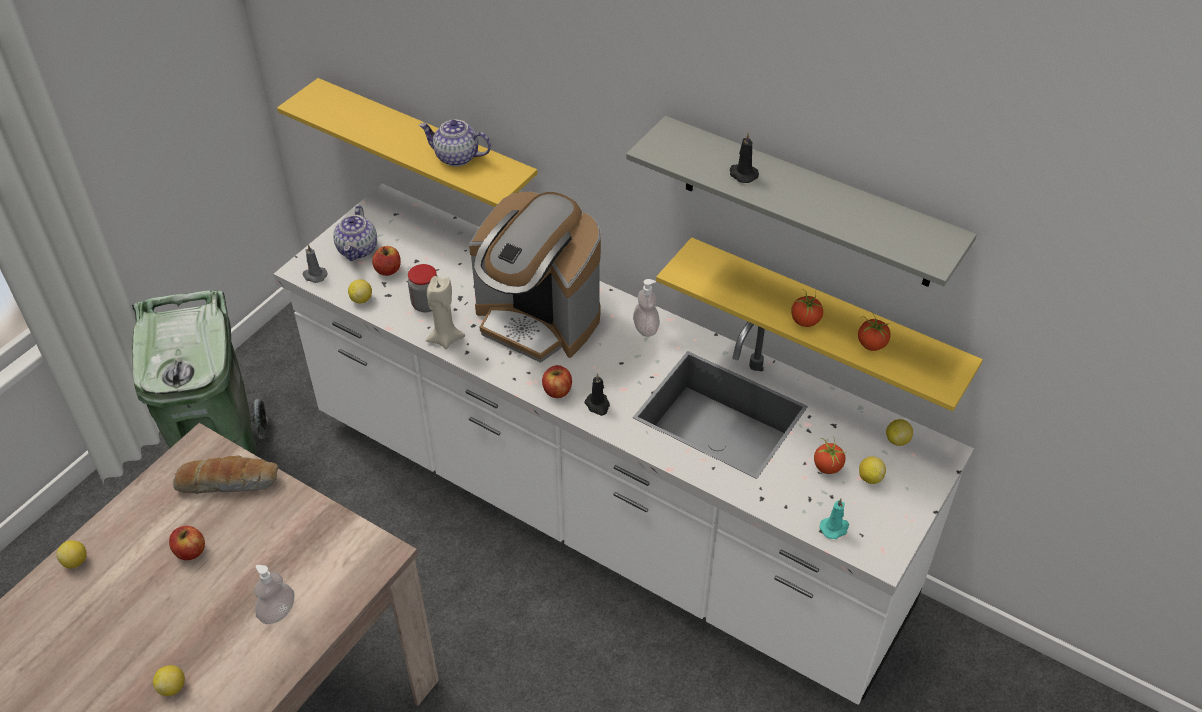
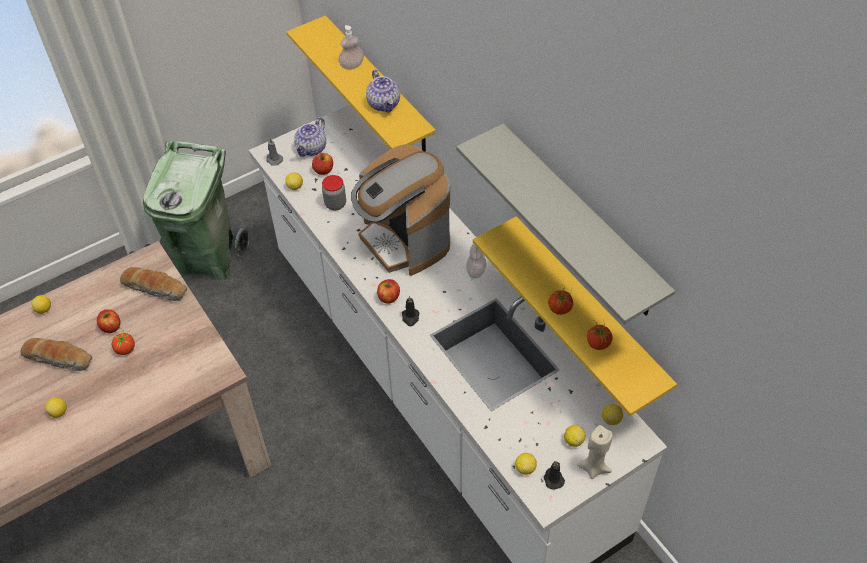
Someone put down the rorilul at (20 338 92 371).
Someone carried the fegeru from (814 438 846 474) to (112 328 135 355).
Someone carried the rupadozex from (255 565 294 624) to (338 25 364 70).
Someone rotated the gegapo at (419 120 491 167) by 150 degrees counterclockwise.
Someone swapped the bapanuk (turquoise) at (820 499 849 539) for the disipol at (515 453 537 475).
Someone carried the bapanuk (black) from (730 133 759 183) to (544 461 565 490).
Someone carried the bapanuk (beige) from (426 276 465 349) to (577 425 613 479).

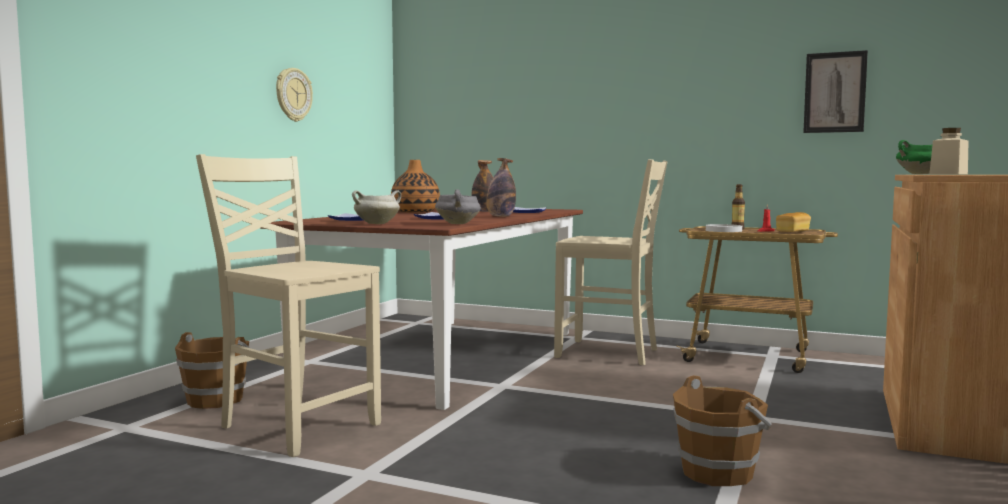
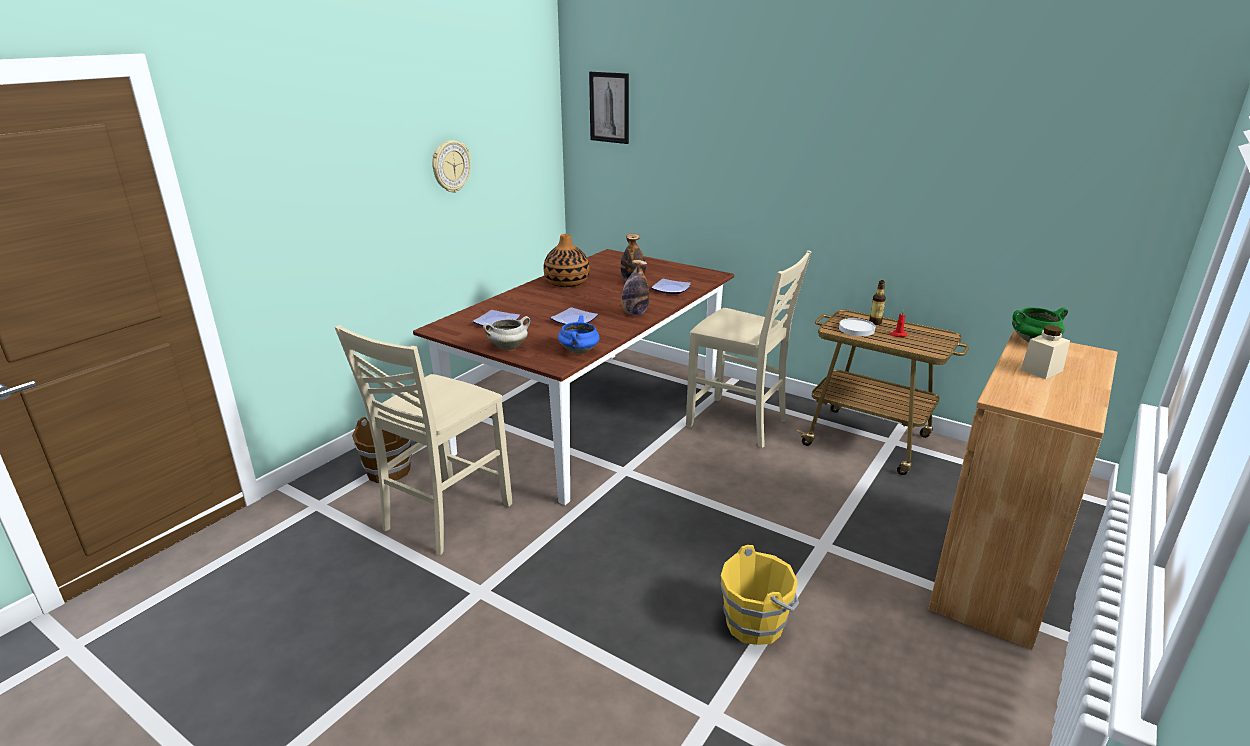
Someone rotated the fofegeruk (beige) at (196 154 381 457) by 105 degrees counterclockwise.
Someone repainted the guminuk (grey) at (435 190 481 224), which became the guminuk (blue) at (558 315 600 354).
Someone carried the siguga from (803 50 868 133) to (589 72 629 144).
Someone repainted the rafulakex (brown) at (673 375 772 486), which became the rafulakex (yellow) at (720 545 799 645).
Someone took away the rorilul at (776 212 811 232).

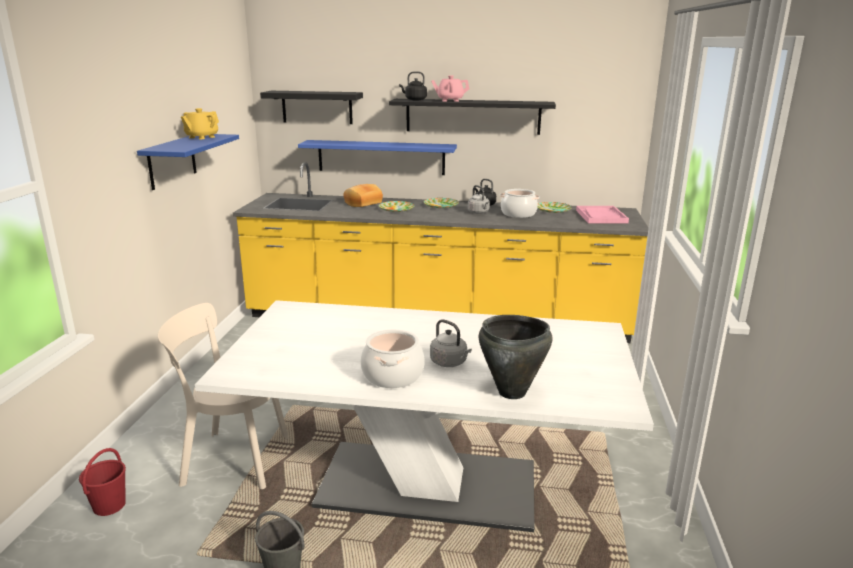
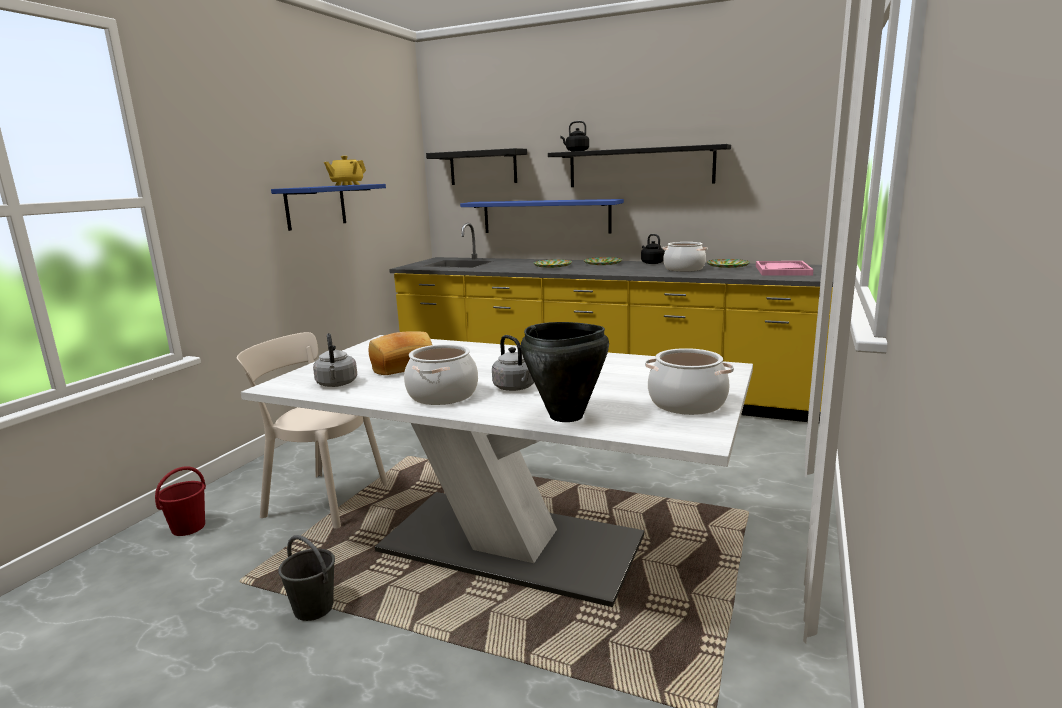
Someone carried the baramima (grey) from (468 185 490 214) to (313 333 357 387).
Someone carried the rorilul from (343 184 383 207) to (369 331 432 375).
Someone put down the guminuk at (645 348 734 415).
Someone took away the gegapo (pink) at (431 75 470 102).

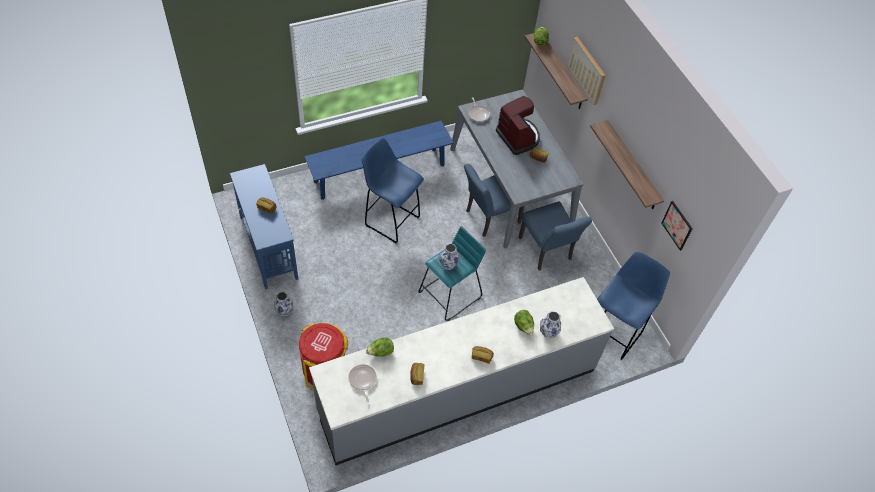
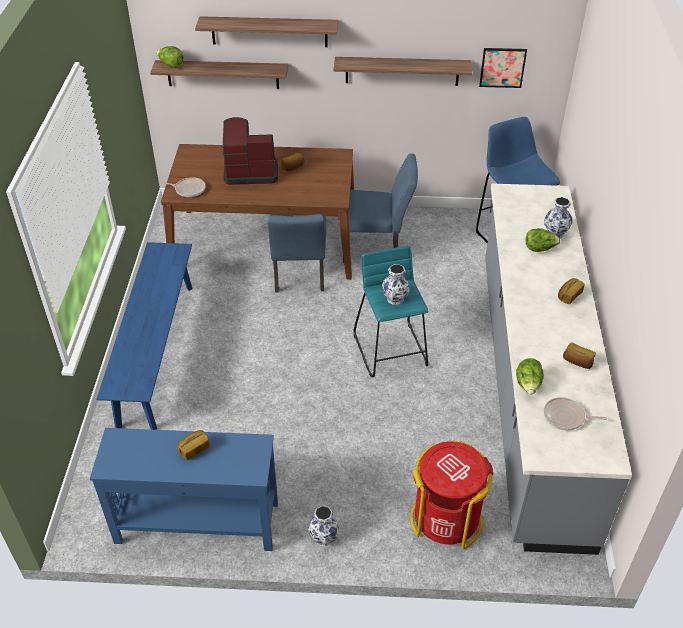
Someone repainted the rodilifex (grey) at (450 90 583 248), which became the rodilifex (brown) at (161 144 354 280).
Someone swapped the siguga at (567 37 606 105) for the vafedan at (195 16 338 47).
Someone took away the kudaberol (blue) at (362 138 424 243).

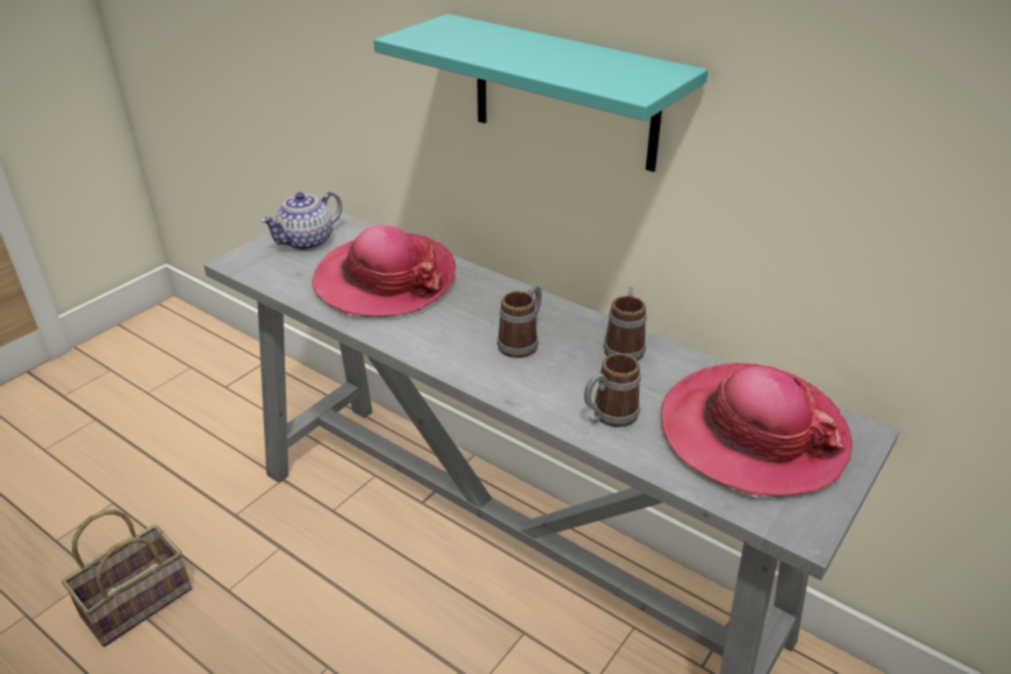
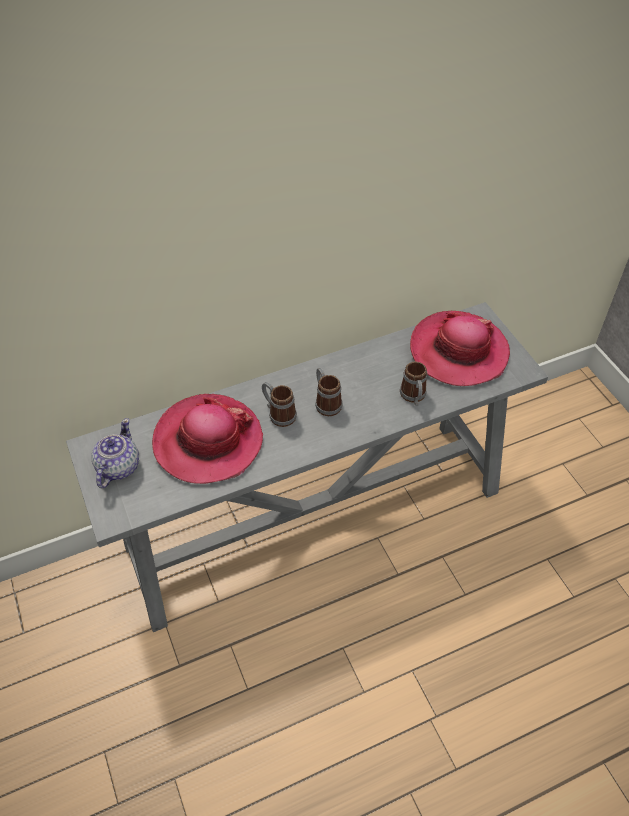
Someone rotated the gegapo at (260 191 342 251) by 150 degrees counterclockwise.
Someone carried the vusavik from (603 287 647 361) to (262 382 297 427).
Someone took away the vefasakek at (62 509 192 647).
Someone took away the vafedan (turquoise) at (374 14 708 172).

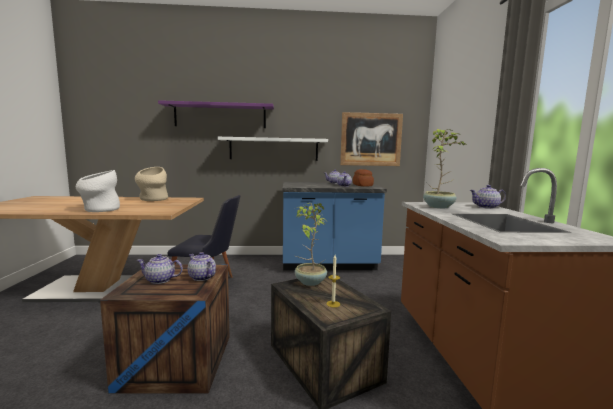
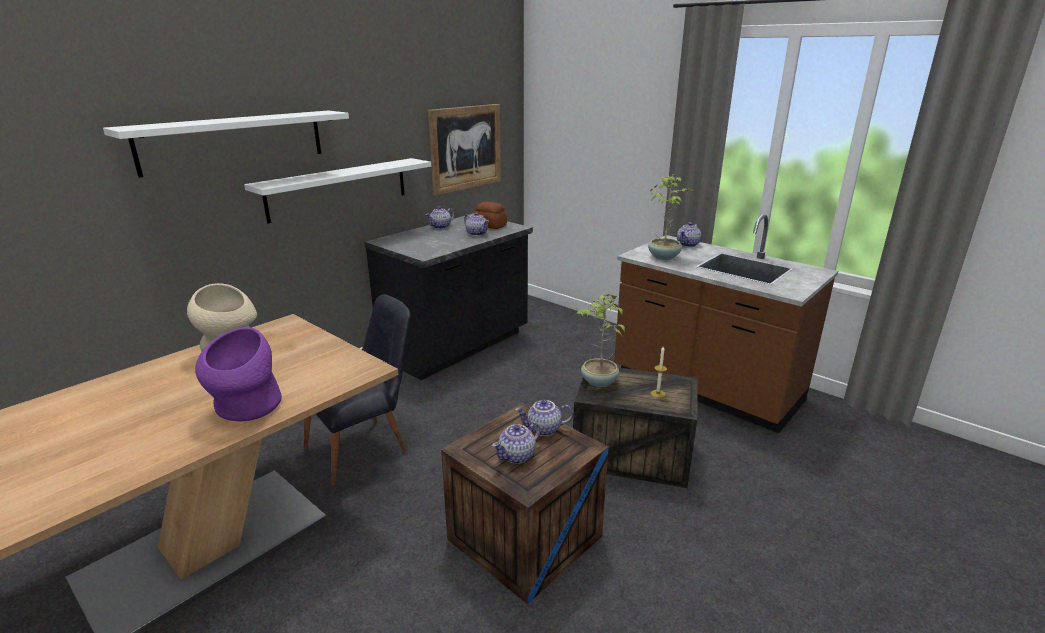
Someone repainted the vafedan (purple) at (158 100 274 128), which became the vafedan (white) at (103 110 349 178).
Someone repainted the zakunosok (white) at (76 170 120 212), which became the zakunosok (purple) at (195 327 282 421).
Someone repainted the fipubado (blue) at (283 182 387 271), which became the fipubado (black) at (364 213 533 380).

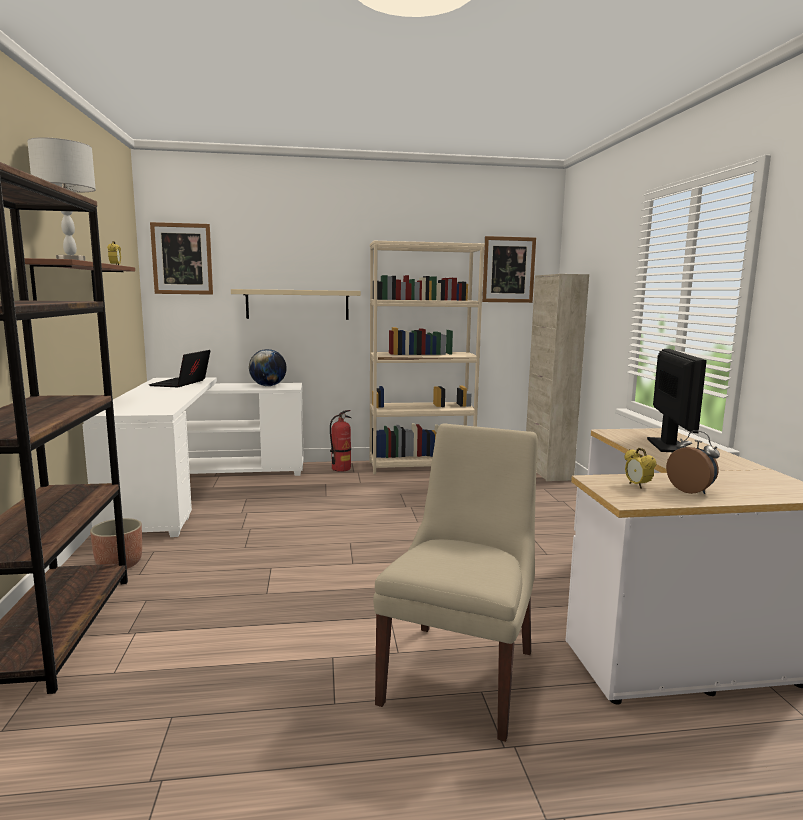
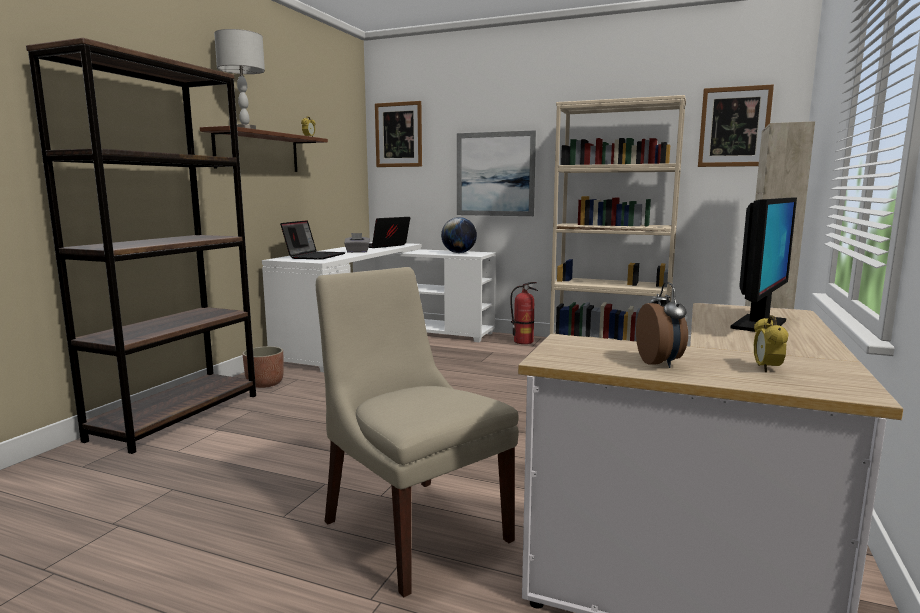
Someone put down the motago at (280 220 345 260).
Someone rotated the fofegeruk (beige) at (373 423 538 742) by 90 degrees counterclockwise.
Someone put down the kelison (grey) at (344 233 370 253).
Someone swapped the vafedan (beige) at (231 289 361 320) for the siguga at (457 130 536 216).
Someone carried the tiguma from (625 448 657 489) to (754 315 788 372).

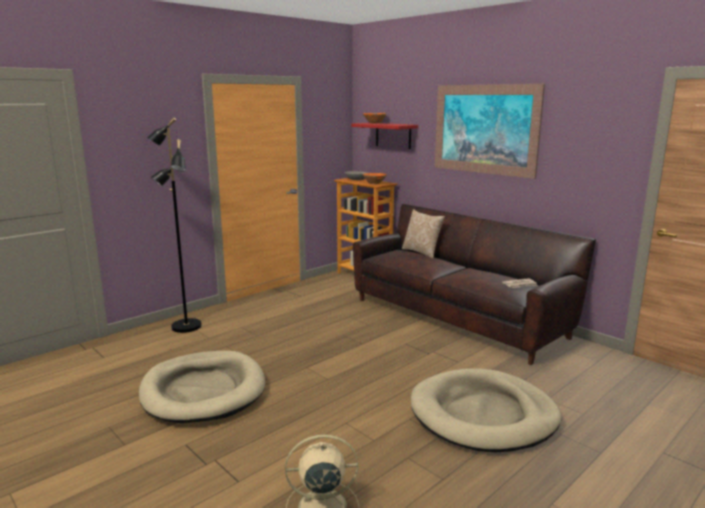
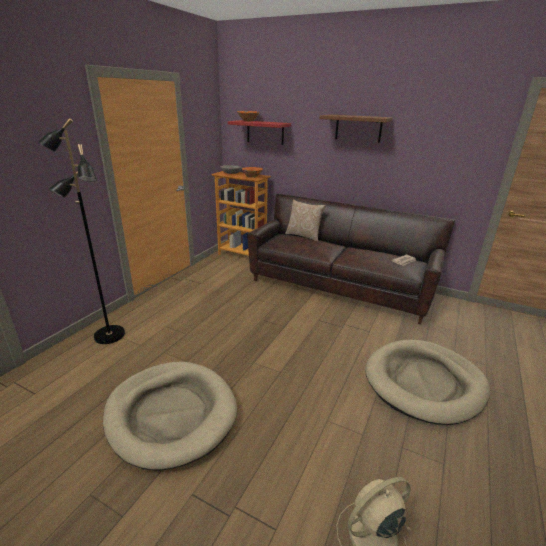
Someone swapped the siguga at (435 84 545 179) for the vafedan (brown) at (320 114 393 143).

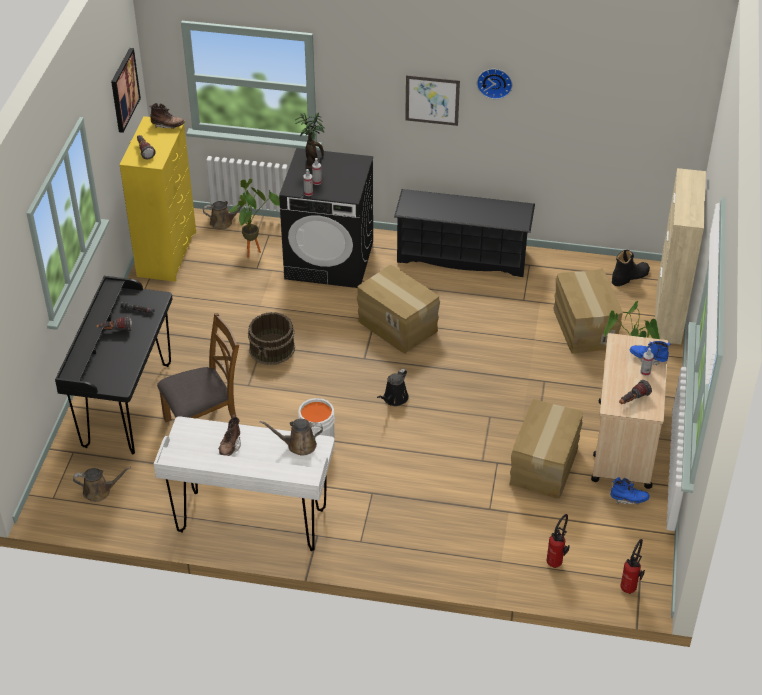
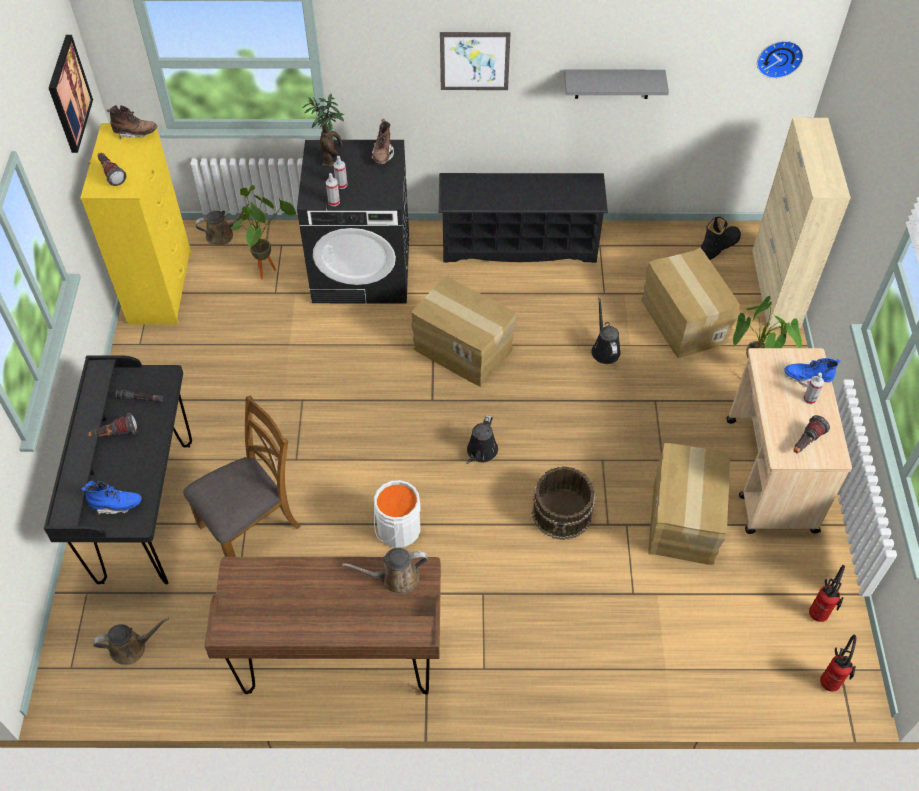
Someone carried the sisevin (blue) from (610 477 650 505) to (81 481 141 515).
Someone repainted the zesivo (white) at (154 416 335 551), which became the zesivo (brown) at (204 557 441 695).
Someone carried the sisevin (brown) from (218 414 241 456) to (371 119 394 164).
Someone carried the rafulakex (brown) from (248 312 295 365) to (532 466 595 540).
Someone put up the vafedan (grey) at (564 70 669 99).
Someone put down the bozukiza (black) at (591 297 621 364).
Someone carried the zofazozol from (477 69 512 99) to (757 41 803 78).
Someone carried the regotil from (546 514 570 568) to (809 565 845 622).

